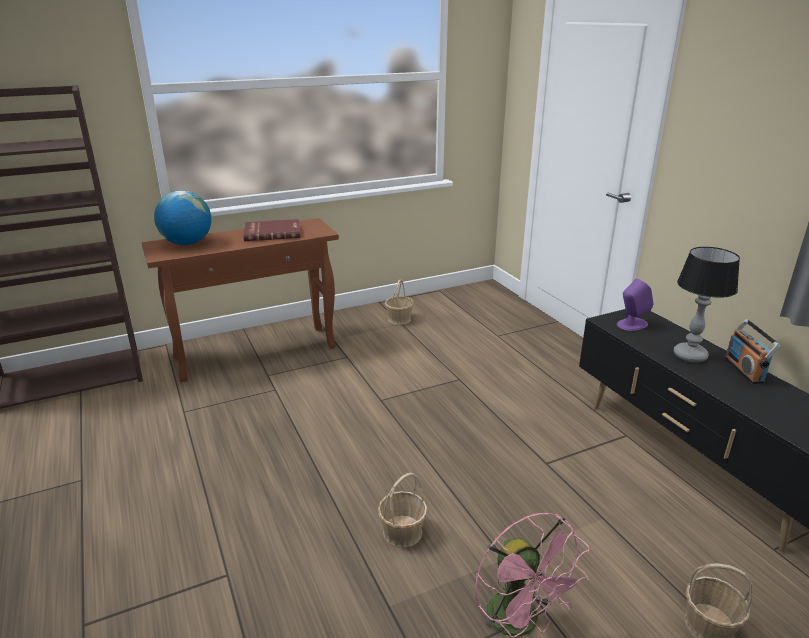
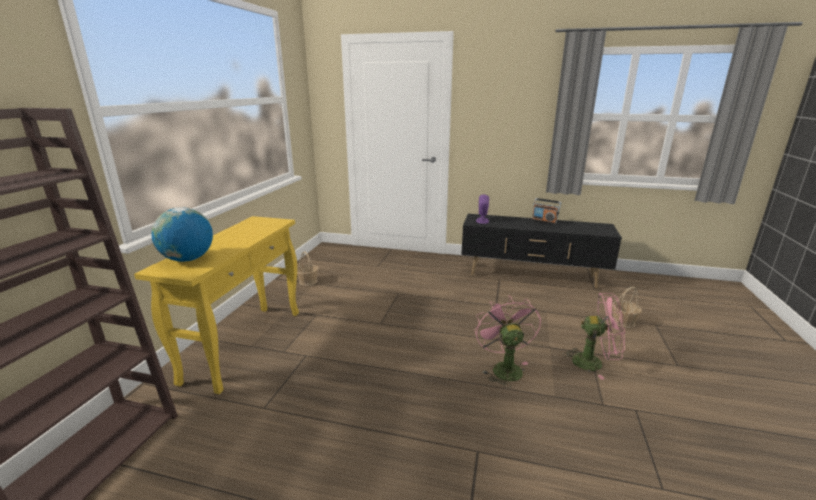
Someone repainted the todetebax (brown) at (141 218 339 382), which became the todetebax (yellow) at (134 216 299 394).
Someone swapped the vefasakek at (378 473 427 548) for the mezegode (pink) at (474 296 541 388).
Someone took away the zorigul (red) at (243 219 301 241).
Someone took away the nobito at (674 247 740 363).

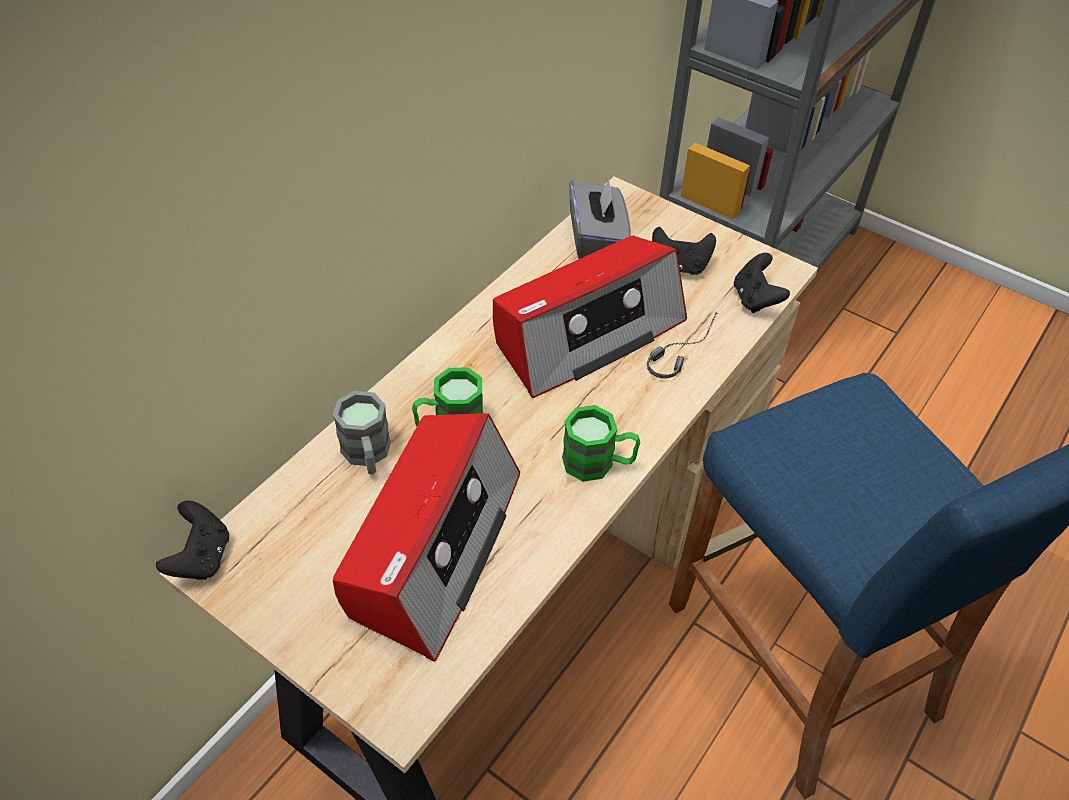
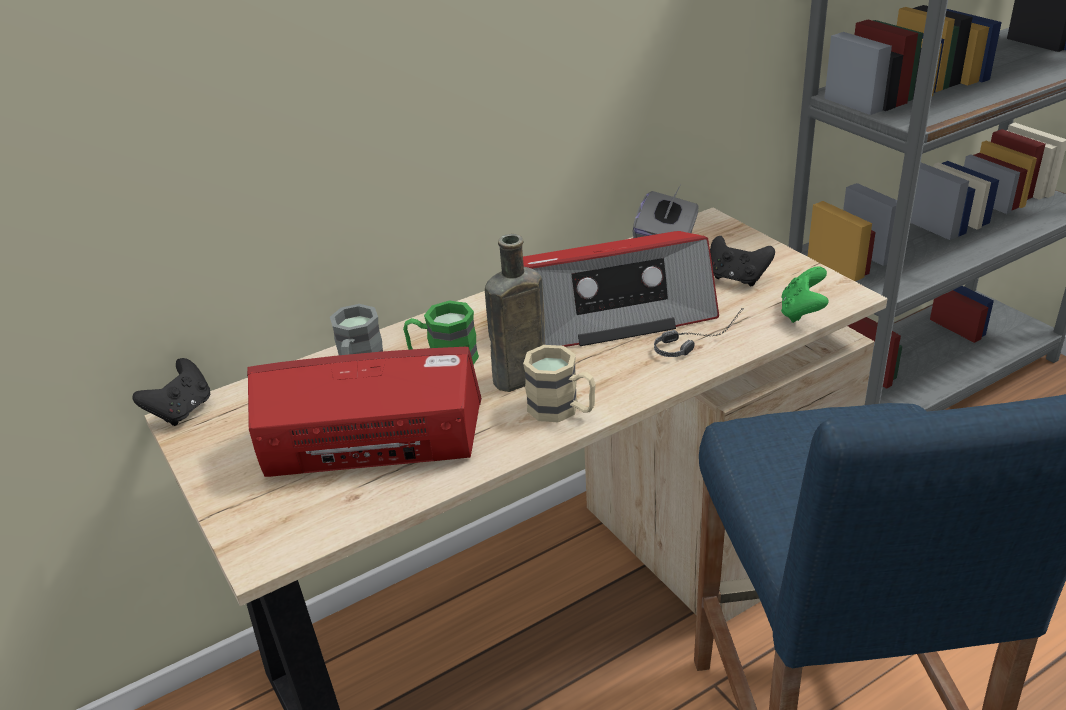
Someone rotated the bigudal at (333 413 520 662) by 135 degrees counterclockwise.
Someone put down the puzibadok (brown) at (485 234 545 392).
Someone repainted the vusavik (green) at (562 405 640 482), which became the vusavik (beige) at (523 345 596 422).
Someone repainted the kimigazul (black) at (734 253 790 313), which became the kimigazul (green) at (781 266 829 323).

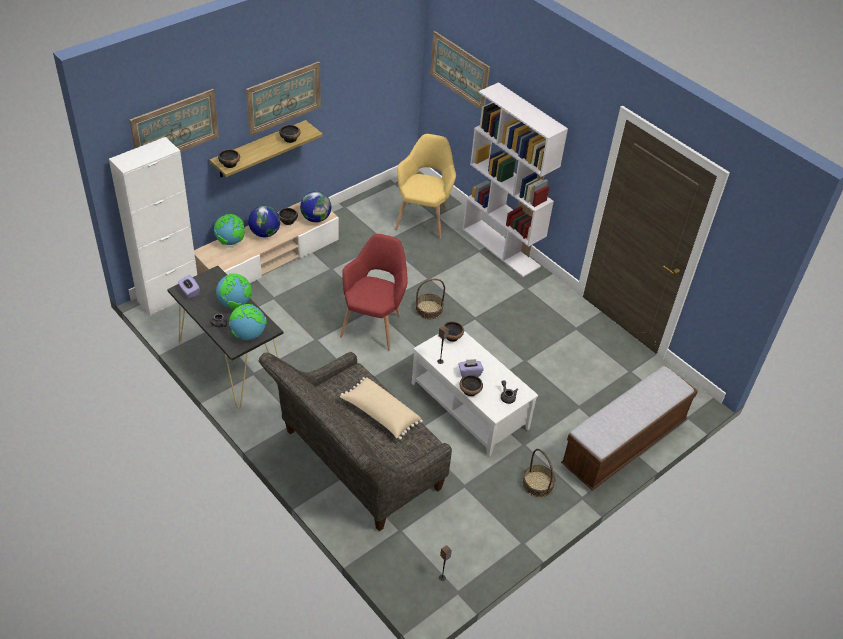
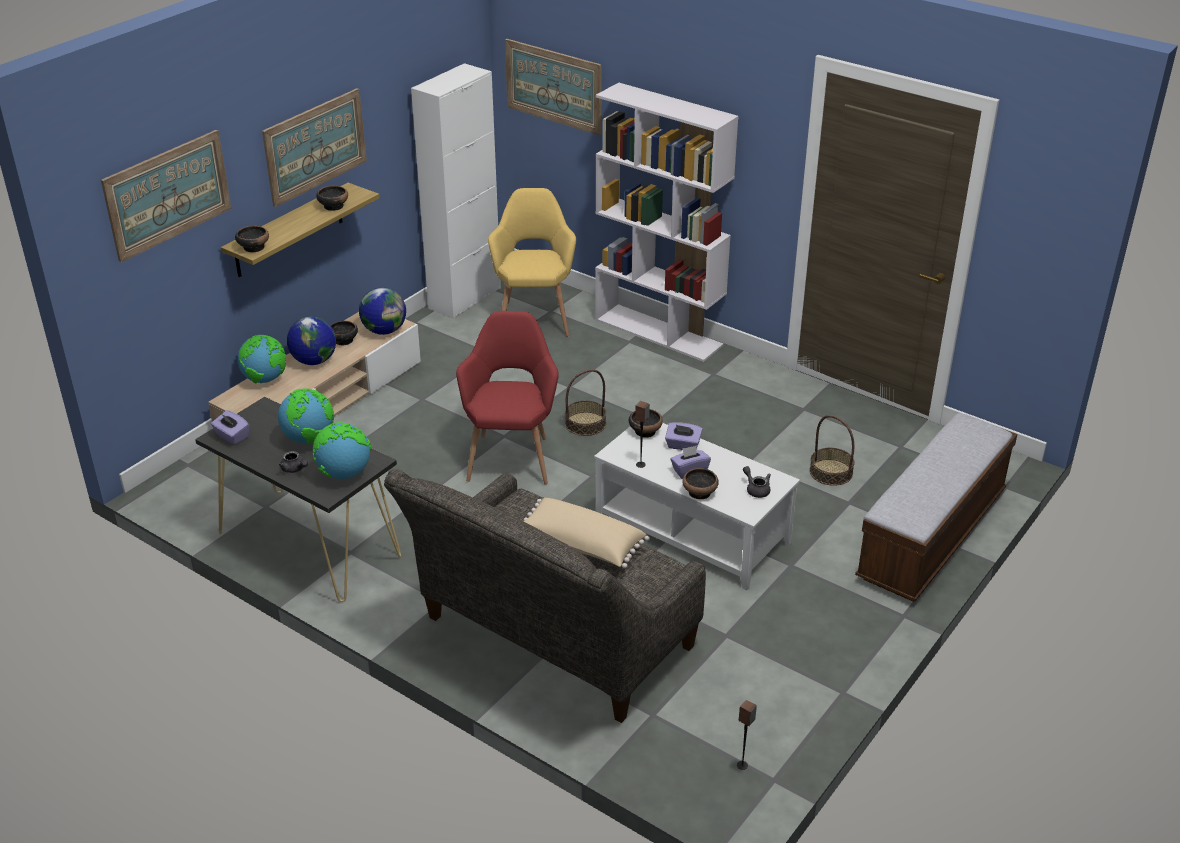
Someone carried the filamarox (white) from (109 137 197 316) to (411 63 501 319).
Someone put down the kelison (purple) at (665 422 703 450).
Someone carried the vefasakek from (522 449 555 497) to (809 415 855 486).

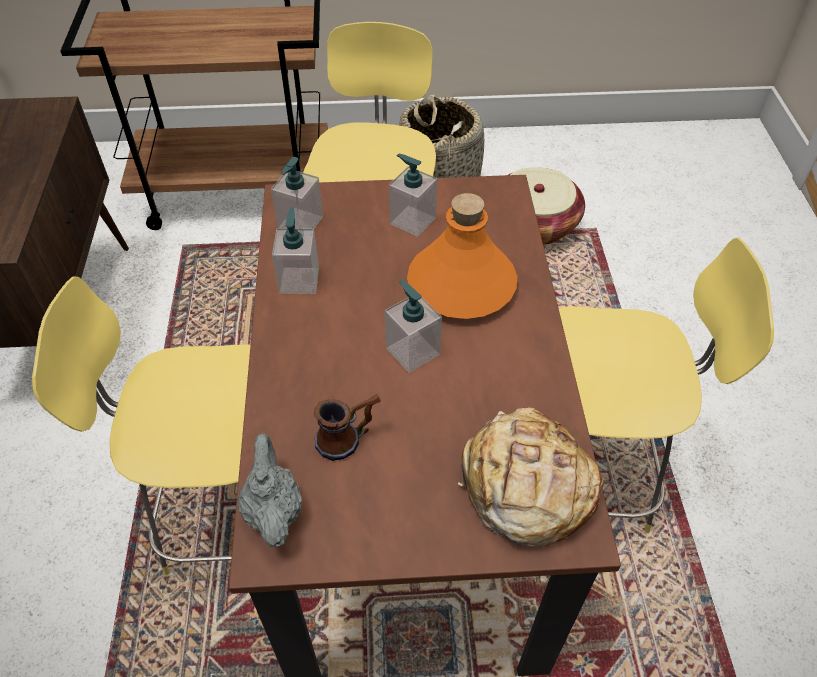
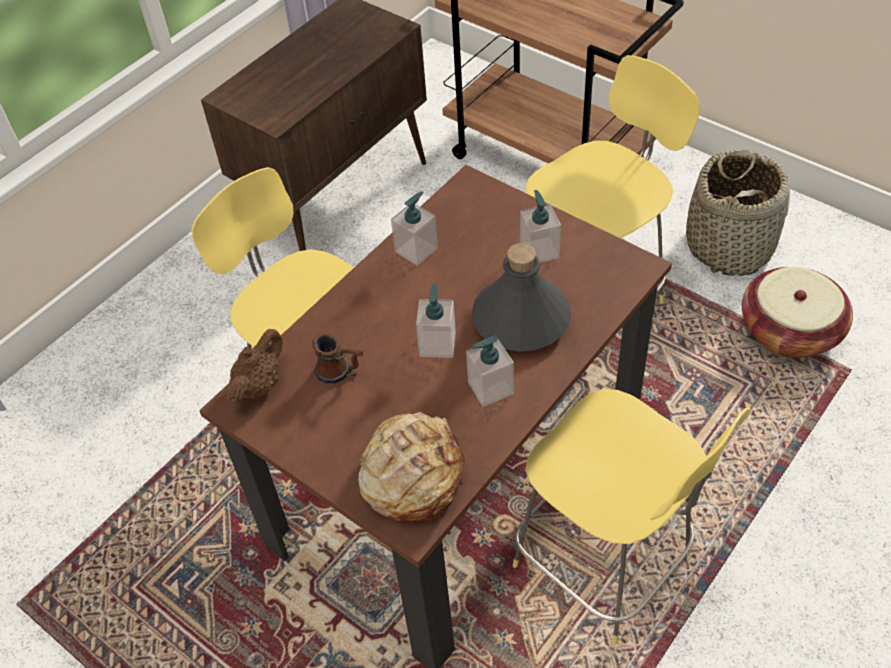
Someone repainted the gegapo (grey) at (238 433 302 548), which became the gegapo (brown) at (226 329 283 403).
Someone carried the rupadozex from (271 157 323 229) to (466 336 514 407).
Someone repainted the puzibadok (orange) at (407 193 517 319), which became the puzibadok (grey) at (472 243 571 352).

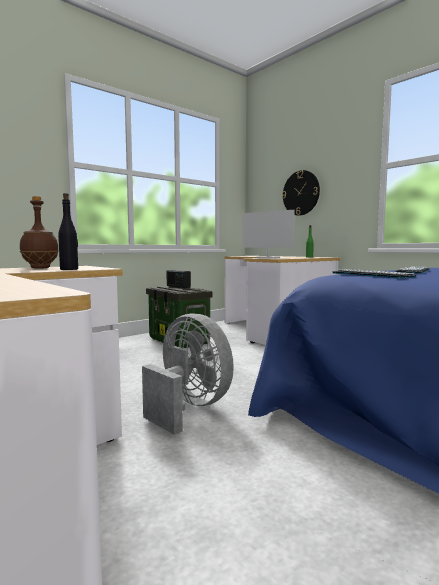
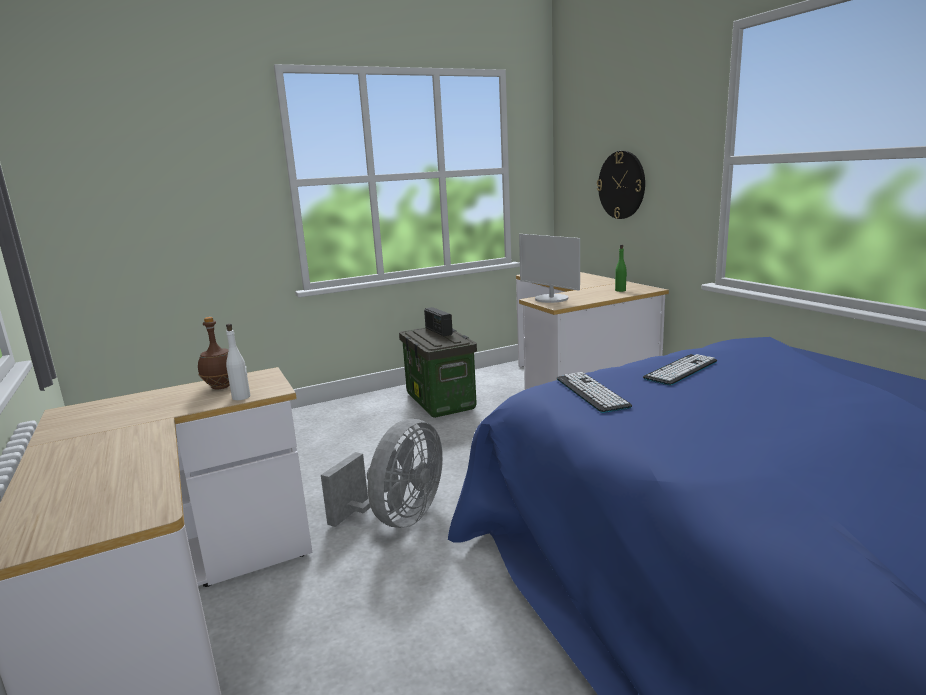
Someone repainted the puzibadok (black) at (58 193 78 270), which became the puzibadok (white) at (226 324 250 400).
Someone rotated the mezegode (grey) at (142 314 234 435) by 60 degrees clockwise.

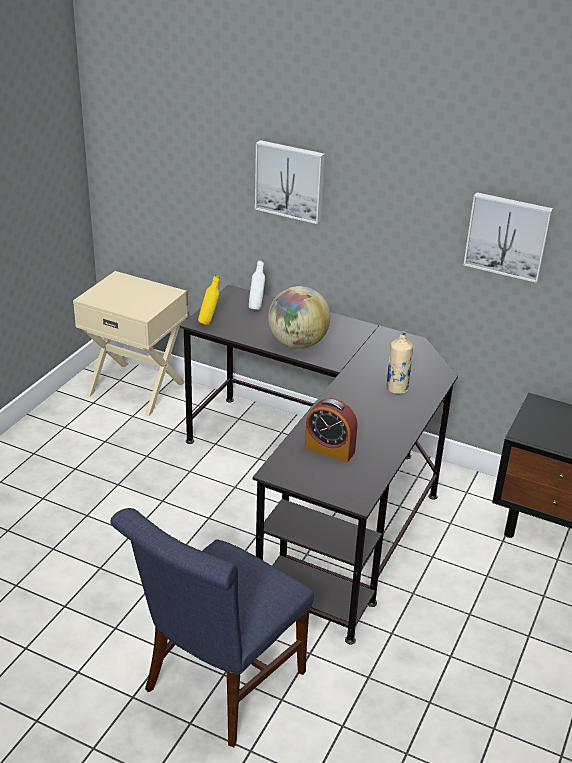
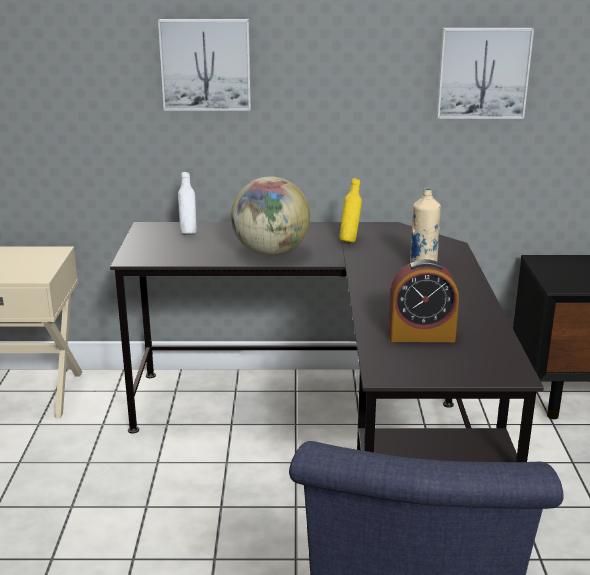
Someone carried the puzibadok (yellow) from (198 275 220 325) to (339 178 362 243).

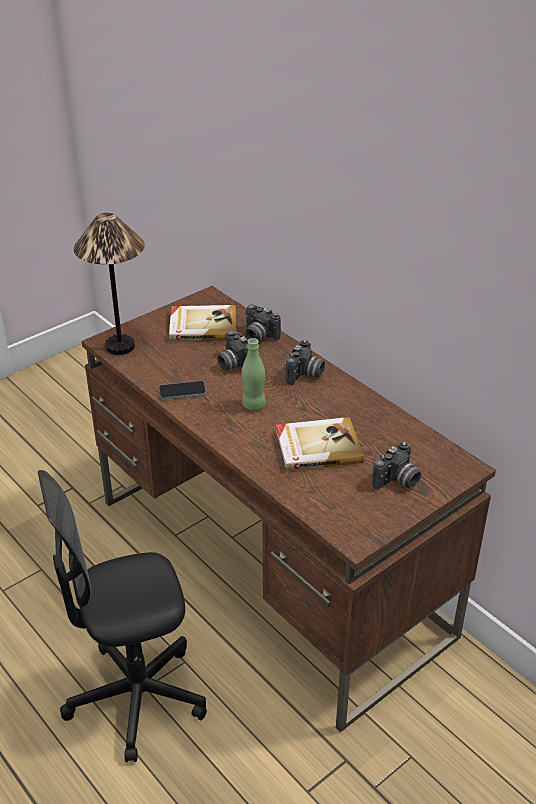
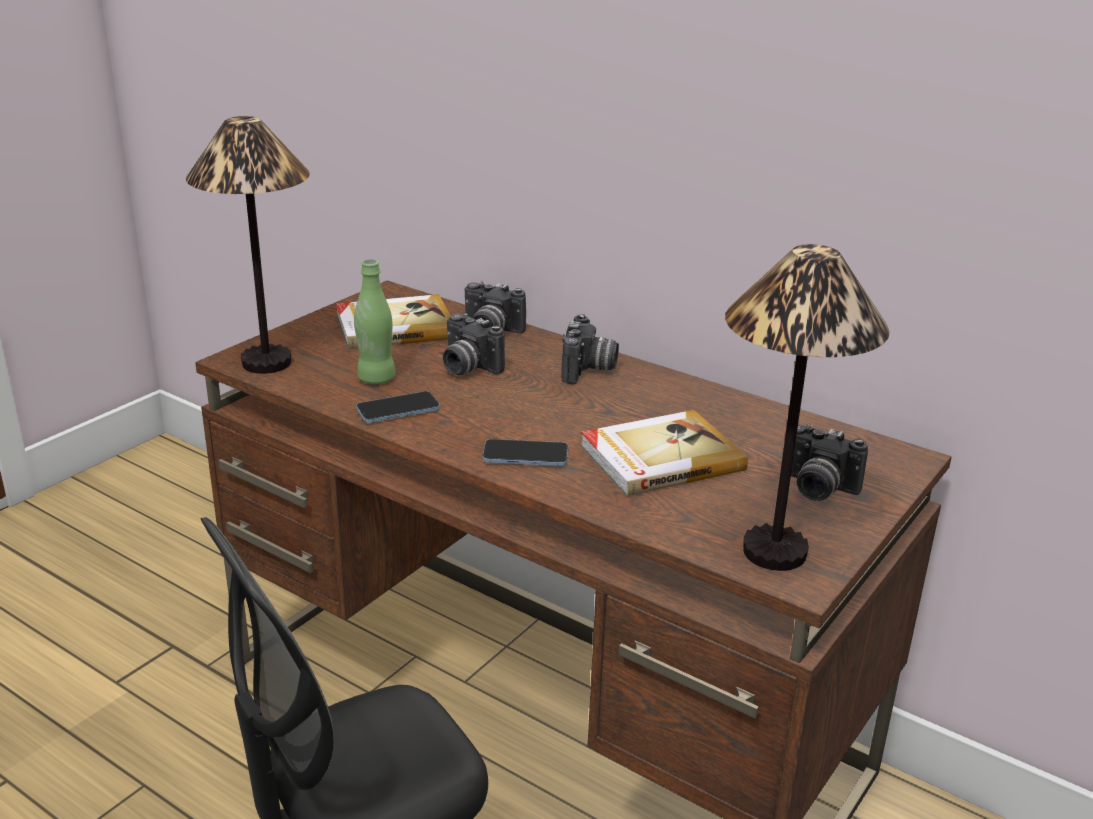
Someone carried the puzibadok (green) from (242 338 266 410) to (354 259 395 384).
Someone put down the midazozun at (483 439 568 466).
Someone put down the nobito at (725 244 890 571).
Someone rotated the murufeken at (372 442 421 490) by 90 degrees clockwise.

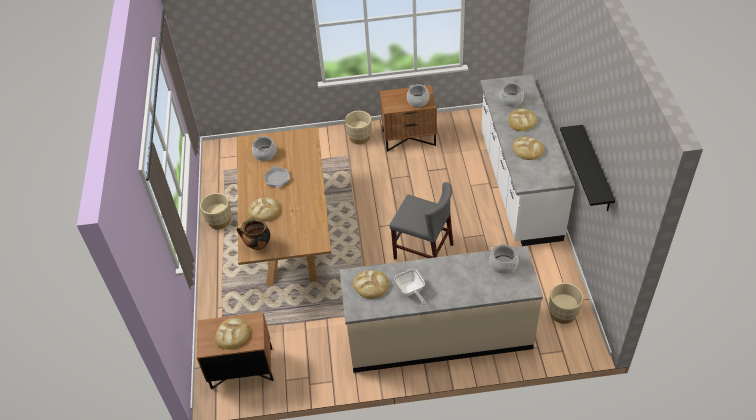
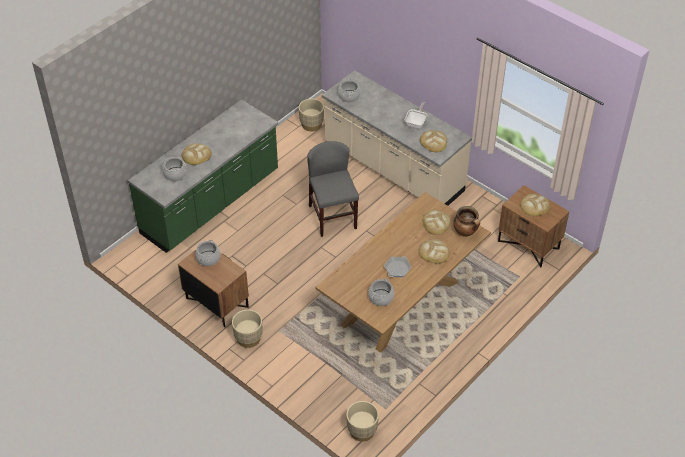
Someone repainted the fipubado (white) at (480 74 575 246), which became the fipubado (green) at (128 99 278 253).
Someone carried the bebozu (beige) from (200 193 231 229) to (346 401 379 442).
Someone carried the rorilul from (513 136 544 160) to (422 210 451 235).
Someone took away the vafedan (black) at (560 125 616 211).

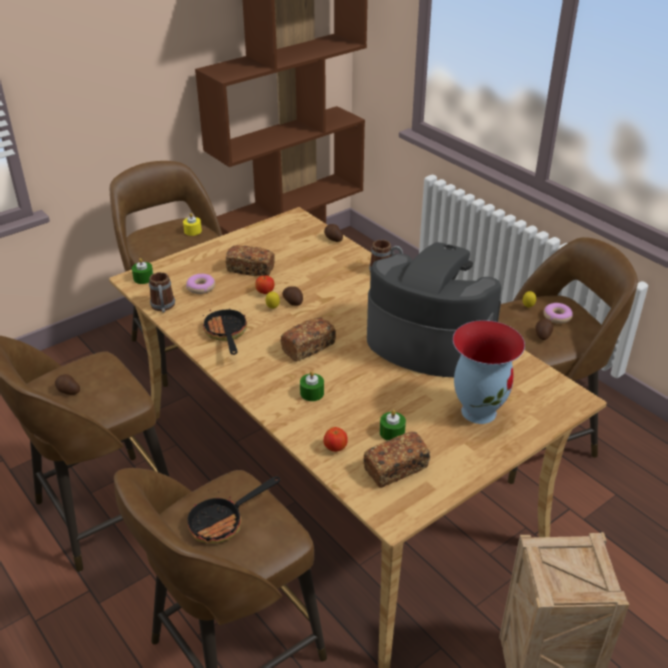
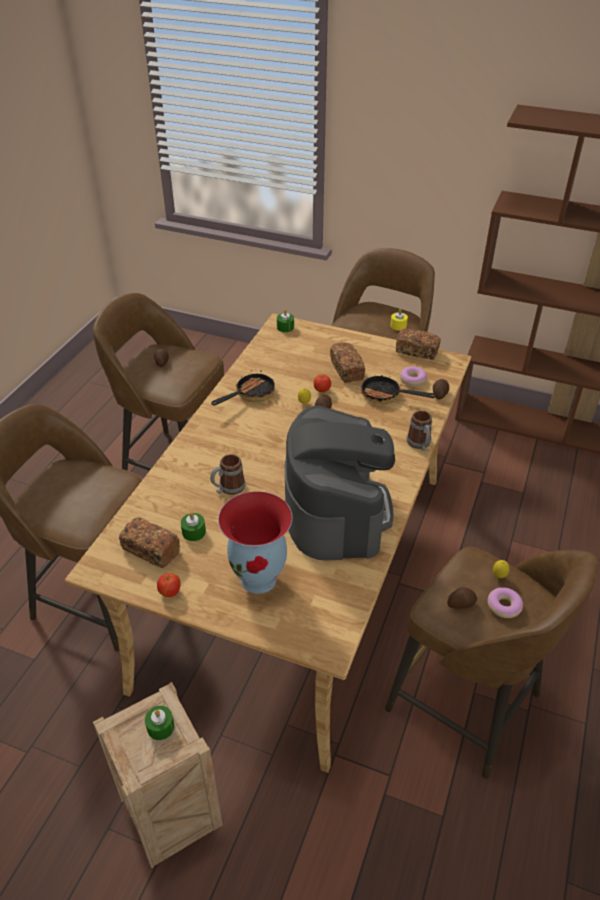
Someone carried the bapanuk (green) from (300 371 324 401) to (145 706 174 740).
Someone carried the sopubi from (323 427 348 452) to (157 573 181 597).
Someone carried the vusavik from (149 272 175 313) to (210 454 246 495).
Someone carried the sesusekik from (188 476 280 543) to (361 375 436 404).
Someone carried the rorilul from (280 318 336 362) to (396 328 441 360).
Someone carried the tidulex from (186 274 215 294) to (400 366 427 386).

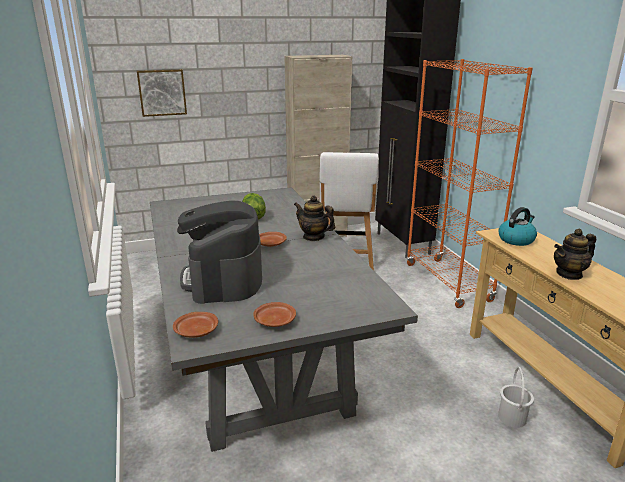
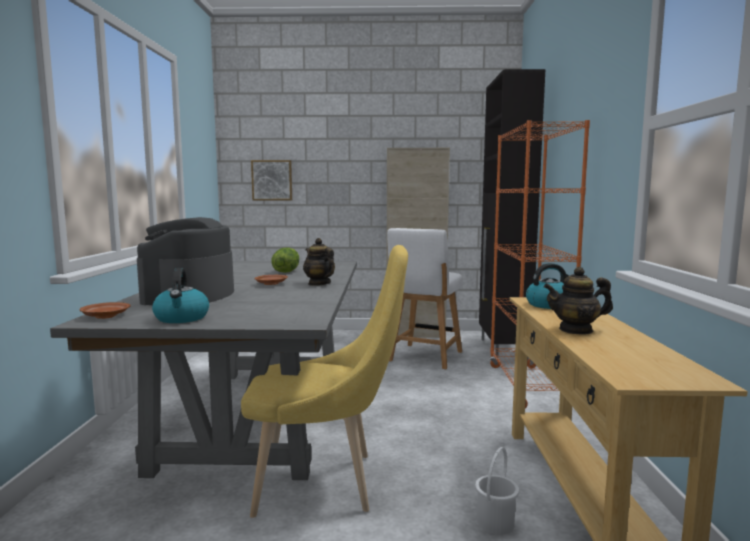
Someone swapped the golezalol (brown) at (253 302 296 327) for the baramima at (152 268 209 323).
Someone put down the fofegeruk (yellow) at (241 245 408 518).

